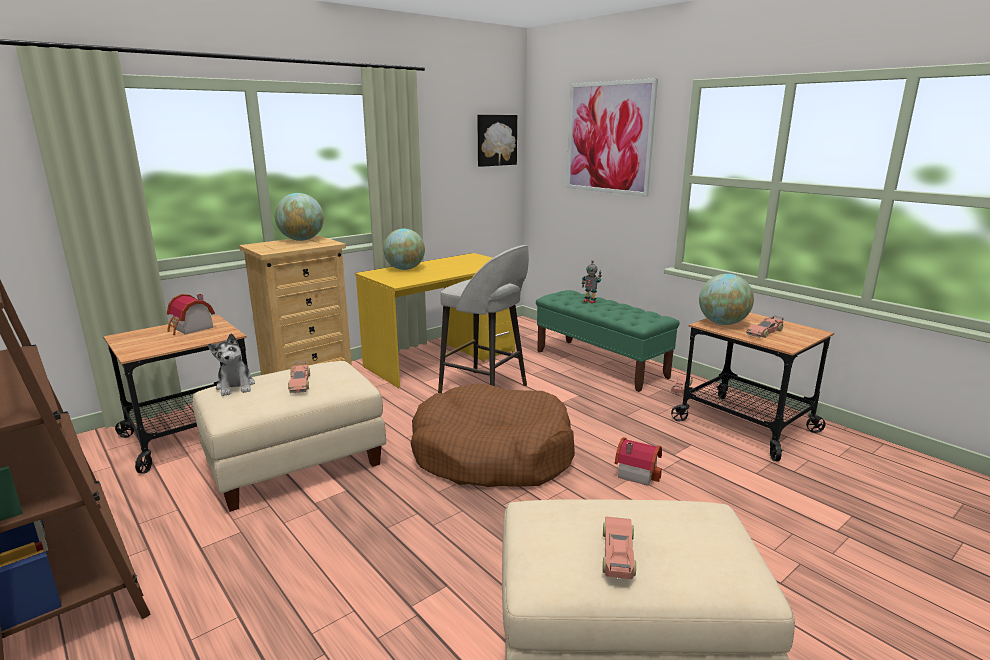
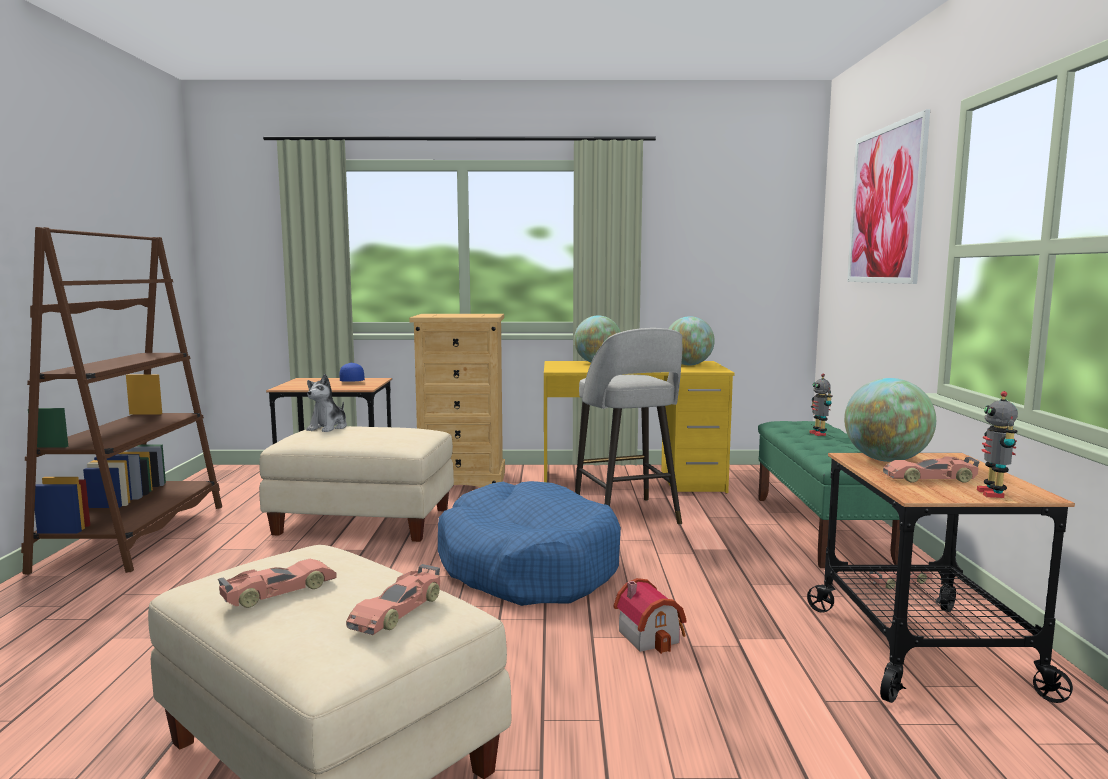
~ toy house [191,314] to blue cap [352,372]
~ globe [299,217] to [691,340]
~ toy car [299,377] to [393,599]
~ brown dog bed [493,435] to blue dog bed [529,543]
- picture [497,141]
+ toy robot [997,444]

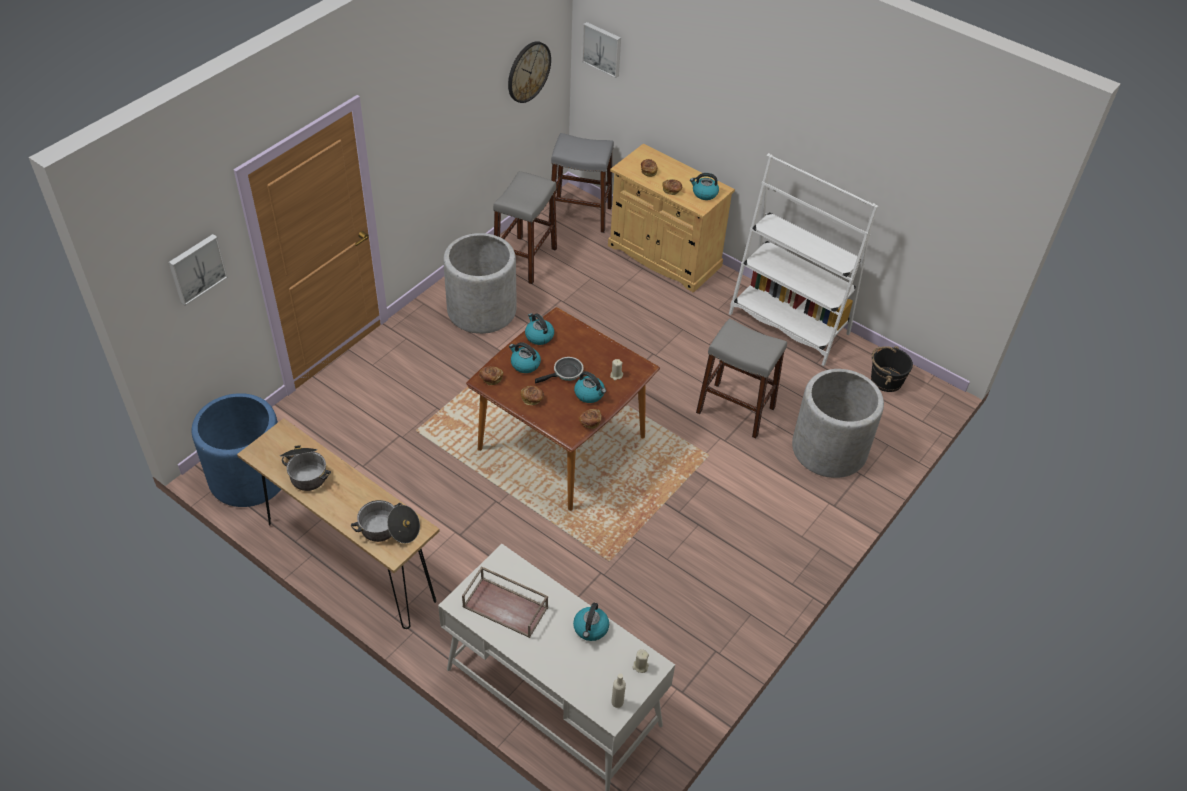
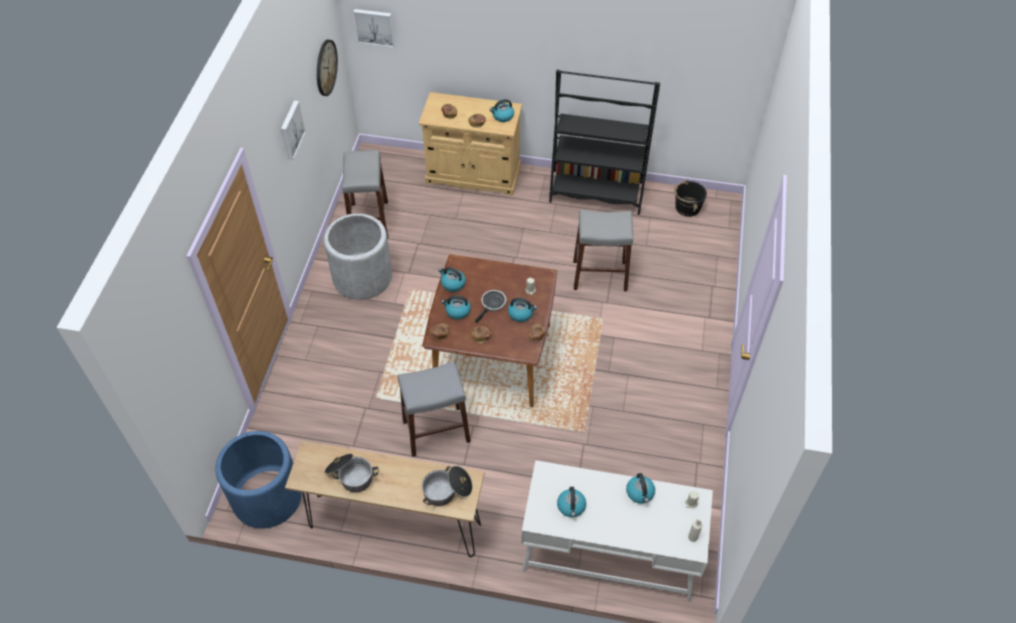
~ picture [198,270] to [293,130]
~ brown tray [505,602] to kettle [571,502]
~ grey stool [581,183] to [434,409]
~ white bookcase [803,259] to black bookcase [604,142]
- grey planter [838,423]

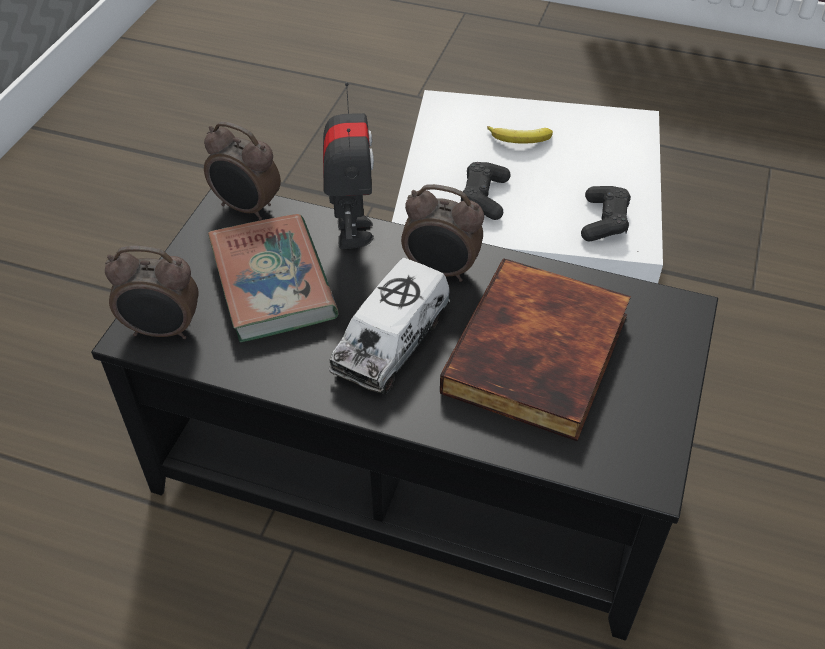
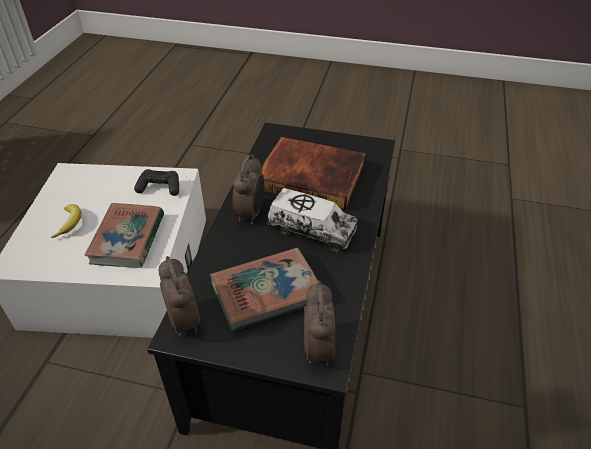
~ alarm clock [242,171] = [179,296] 45 degrees counterclockwise
- toy robot [348,165]
~ black game controller [486,191] to book [124,235]

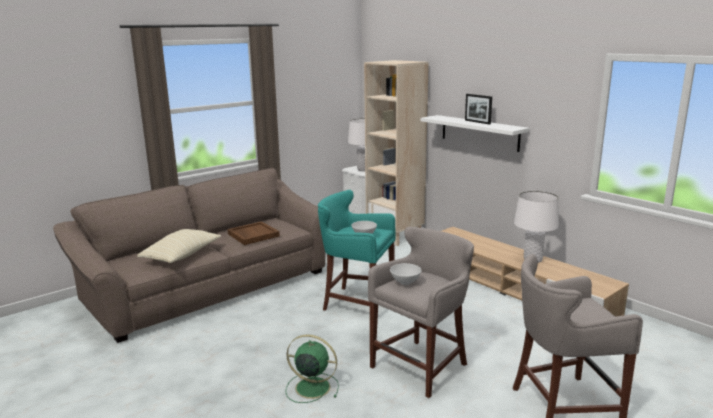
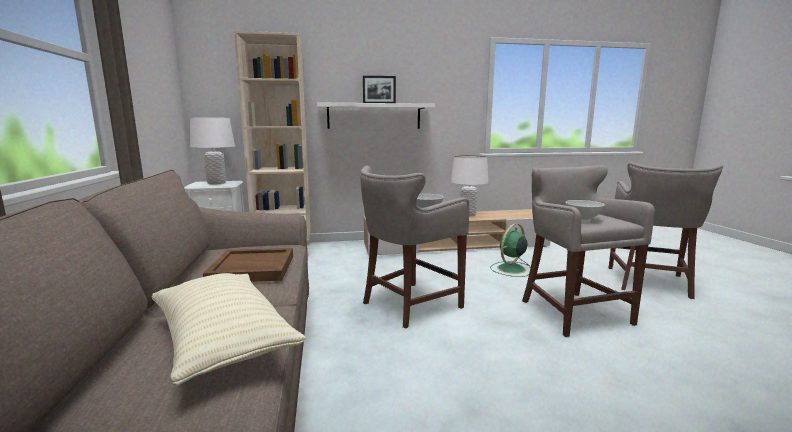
~ green fan [312,369] to [510,250]
~ turquoise stool [357,250] to grey stool [414,247]

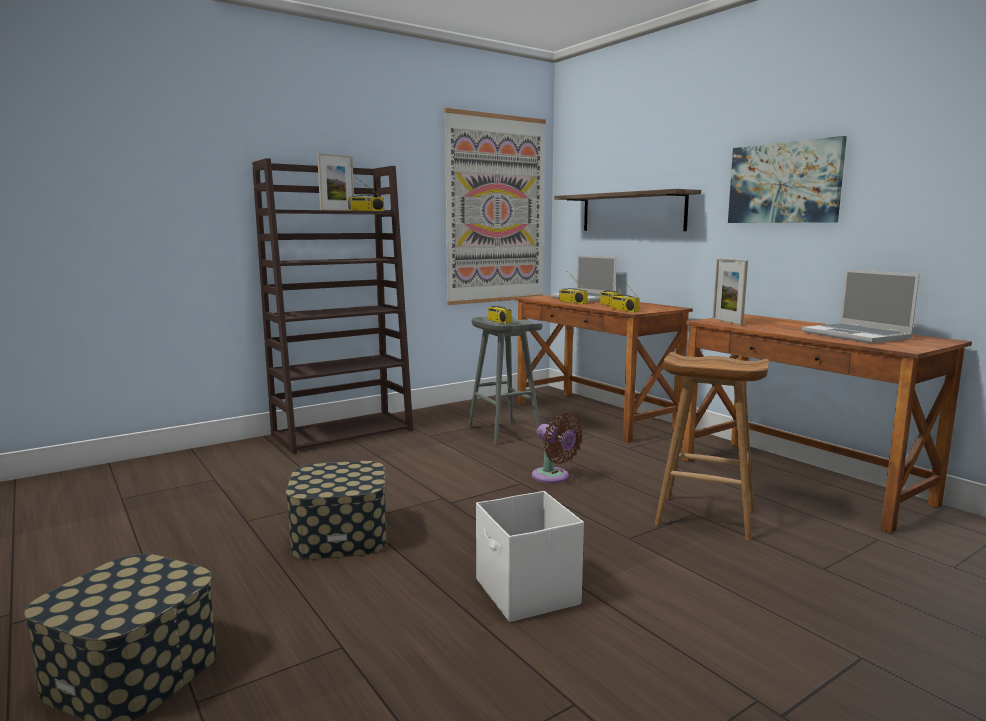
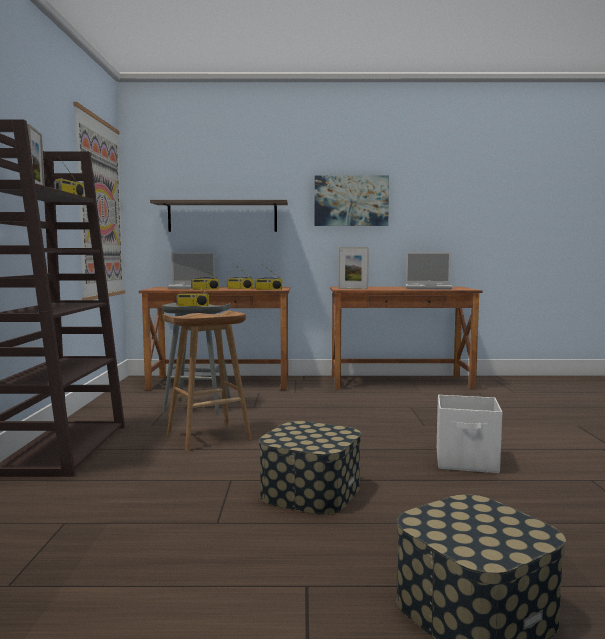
- brown fan [557,448]
~ brown stool [712,446] to [207,380]

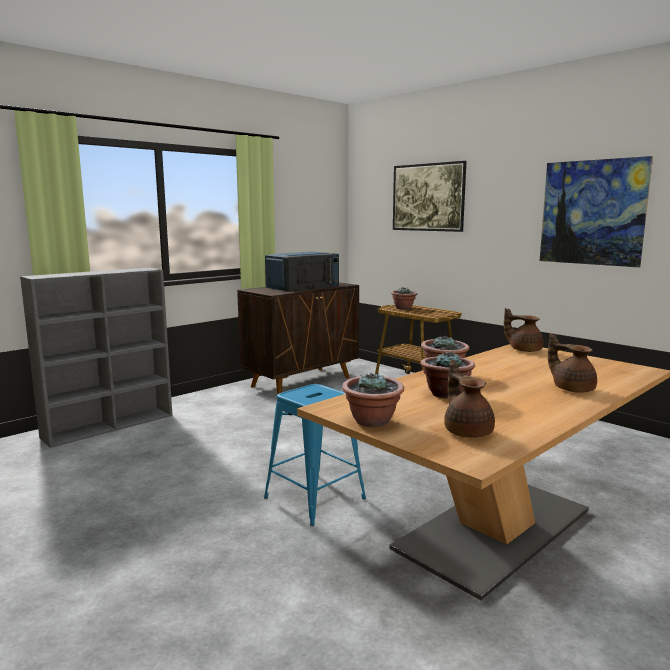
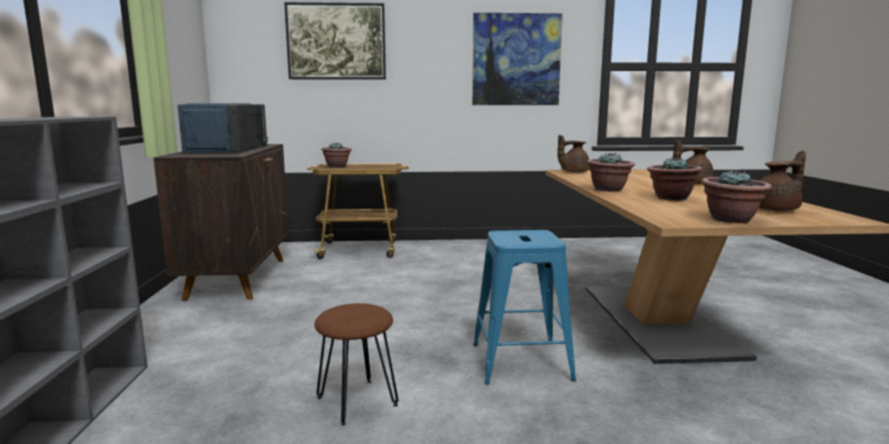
~ brown teapot [469,399] = [782,180] 135 degrees clockwise
+ brown stool [356,364]

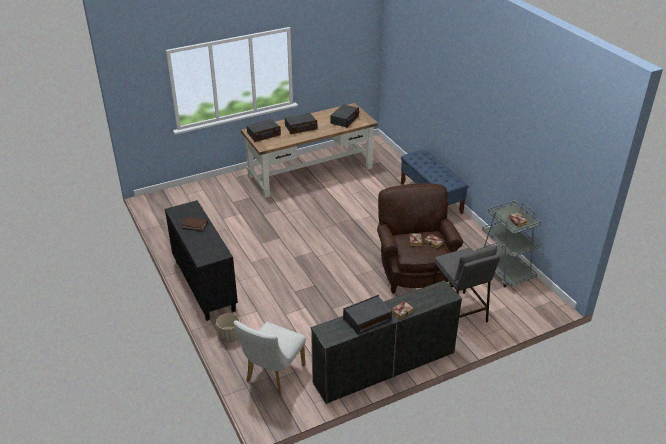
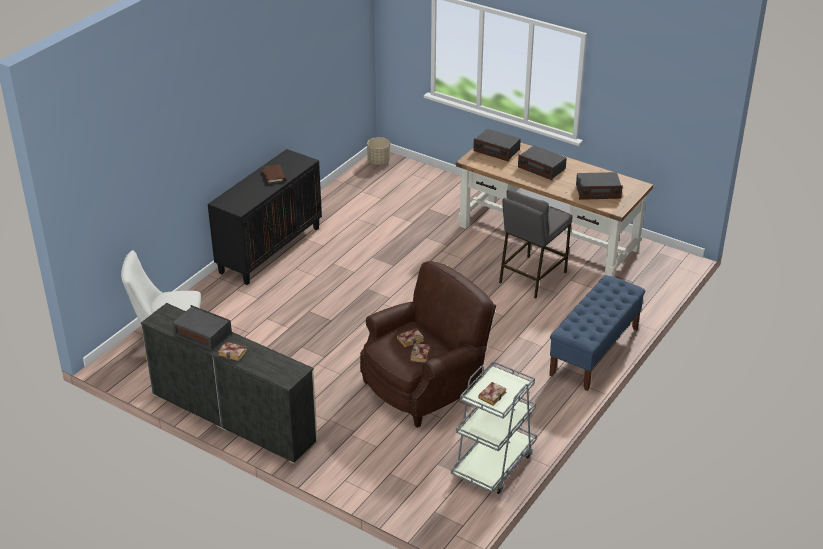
~ beige planter [228,328] to [378,151]
~ grey stool [466,283] to [535,244]

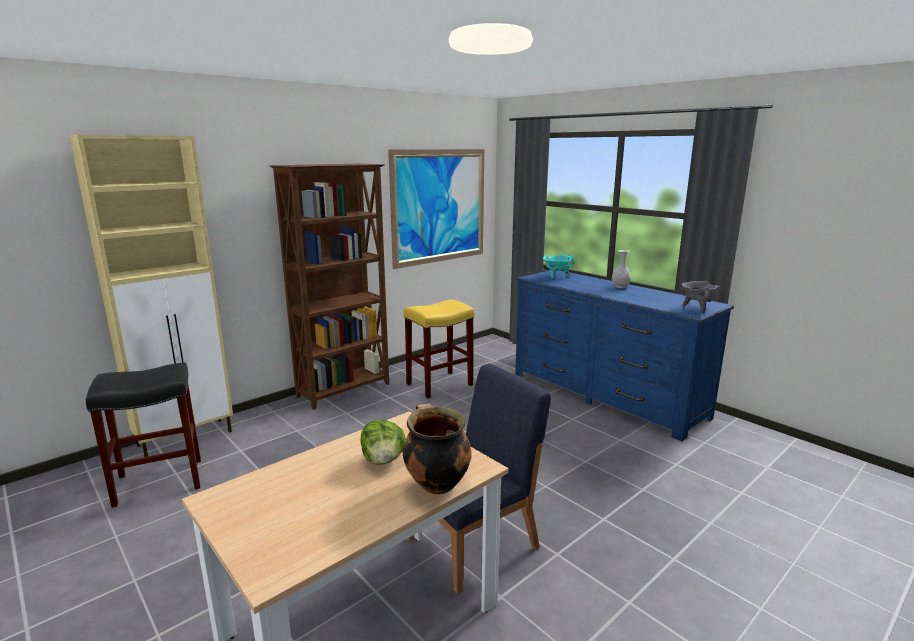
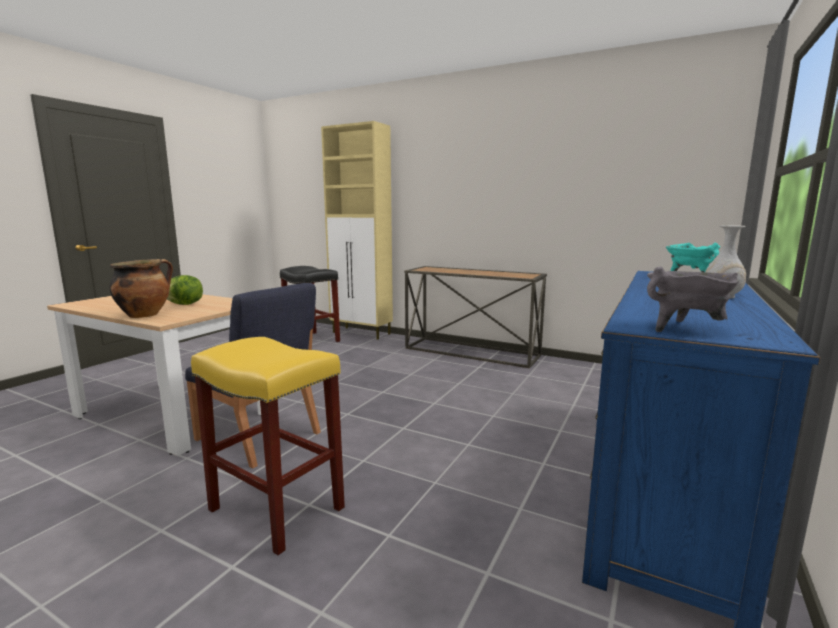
~ brown bookcase [329,286] to console table [475,317]
- picture [436,209]
~ yellow stool [438,349] to [268,446]

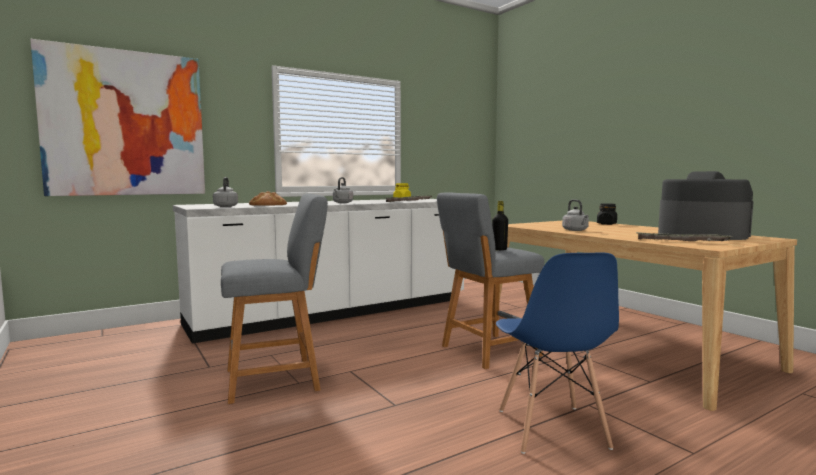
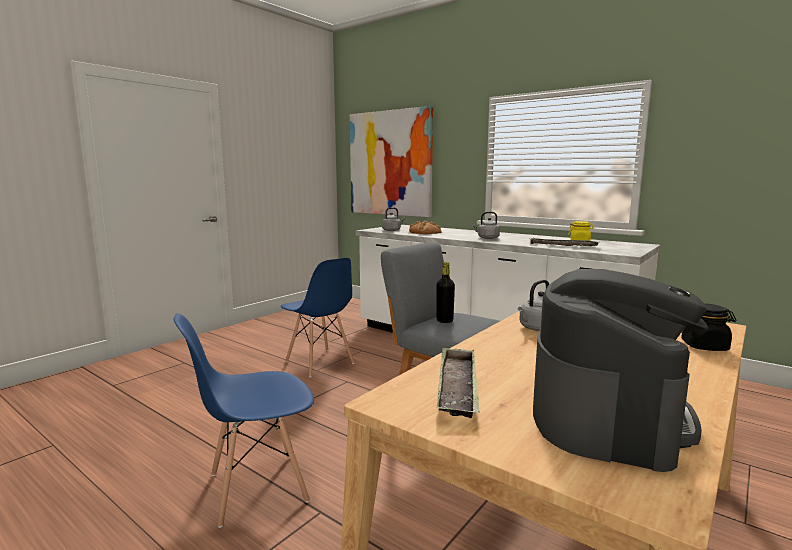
~ grey stool [274,299] to blue chair [318,317]

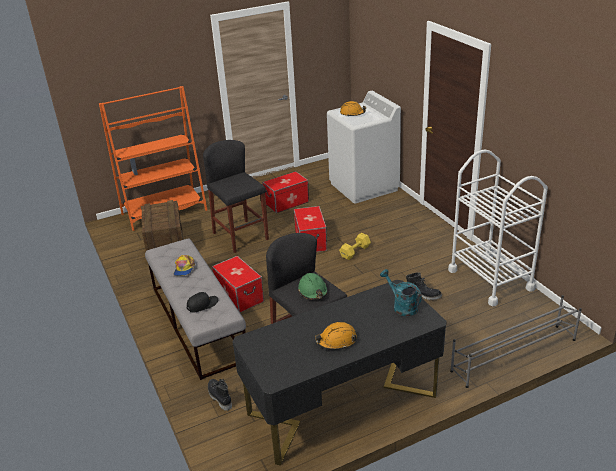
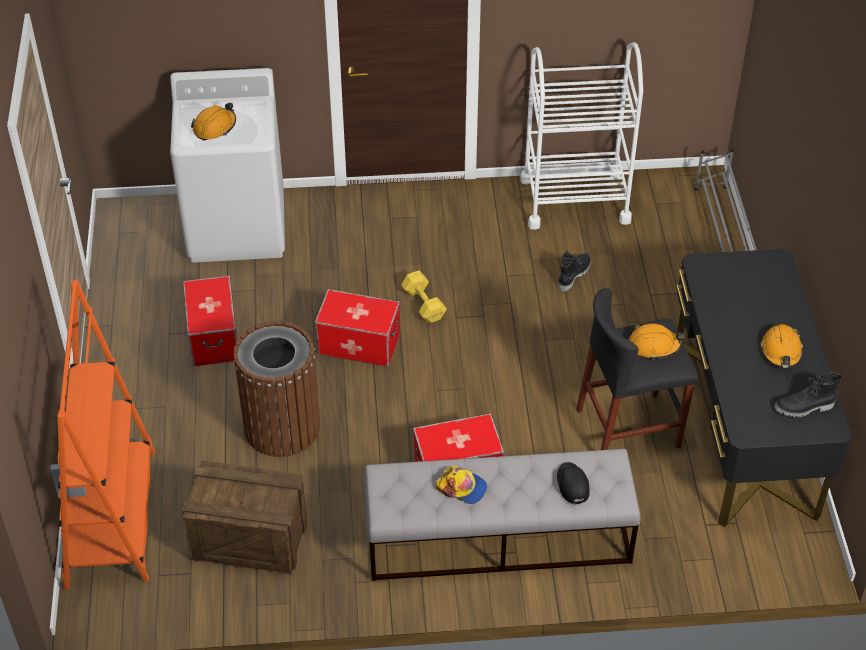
~ black stool [236,196] to brown trash can [277,389]
~ black boot [220,395] to [808,394]
~ green hard hat [313,286] to orange hard hat [657,341]
- turquoise watering can [401,292]

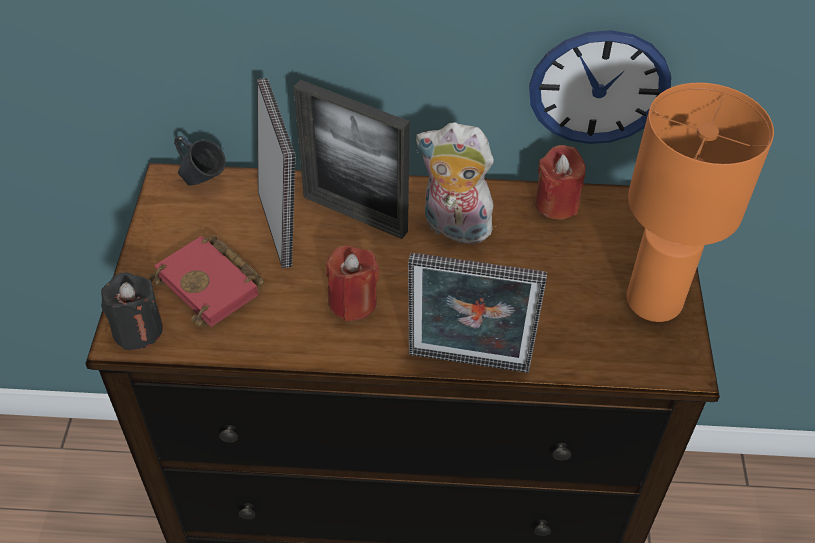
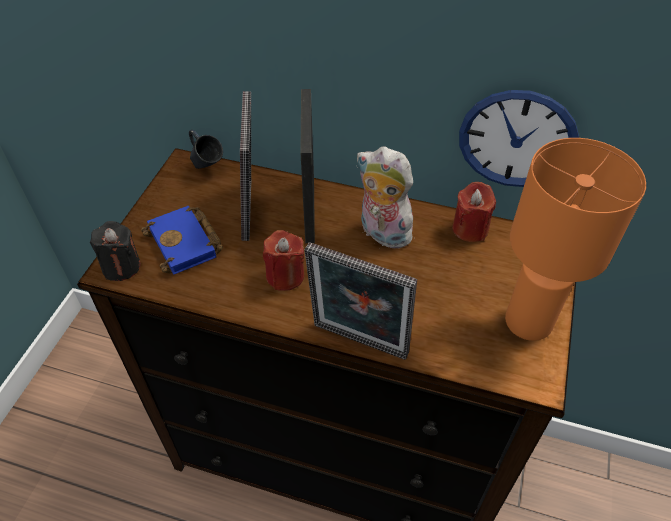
~ red book [206,281] to blue book [182,240]
~ picture frame [351,159] = [307,166] 45 degrees clockwise

